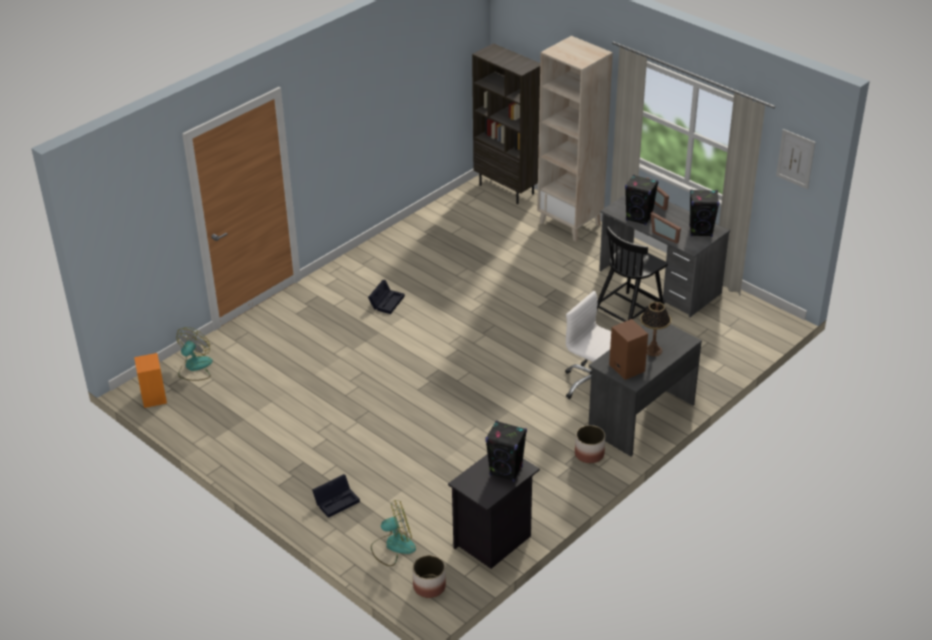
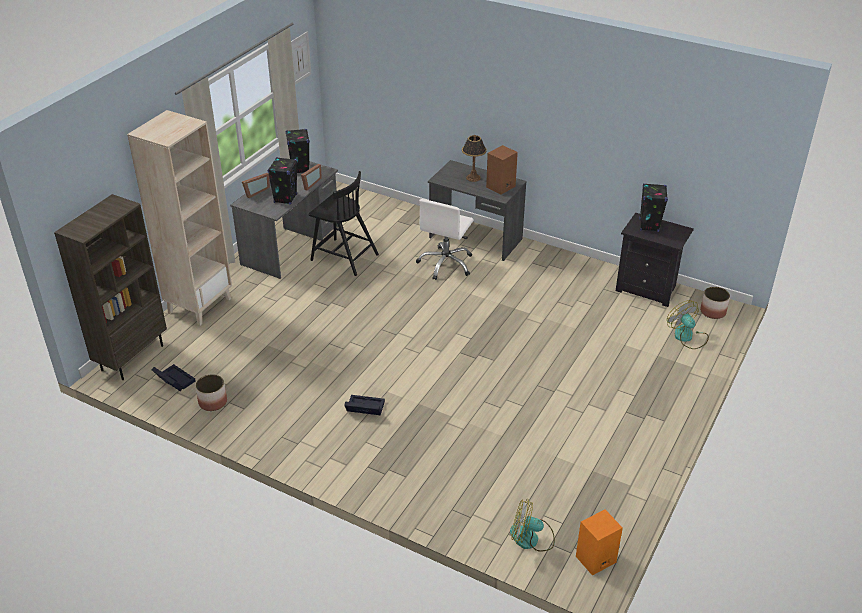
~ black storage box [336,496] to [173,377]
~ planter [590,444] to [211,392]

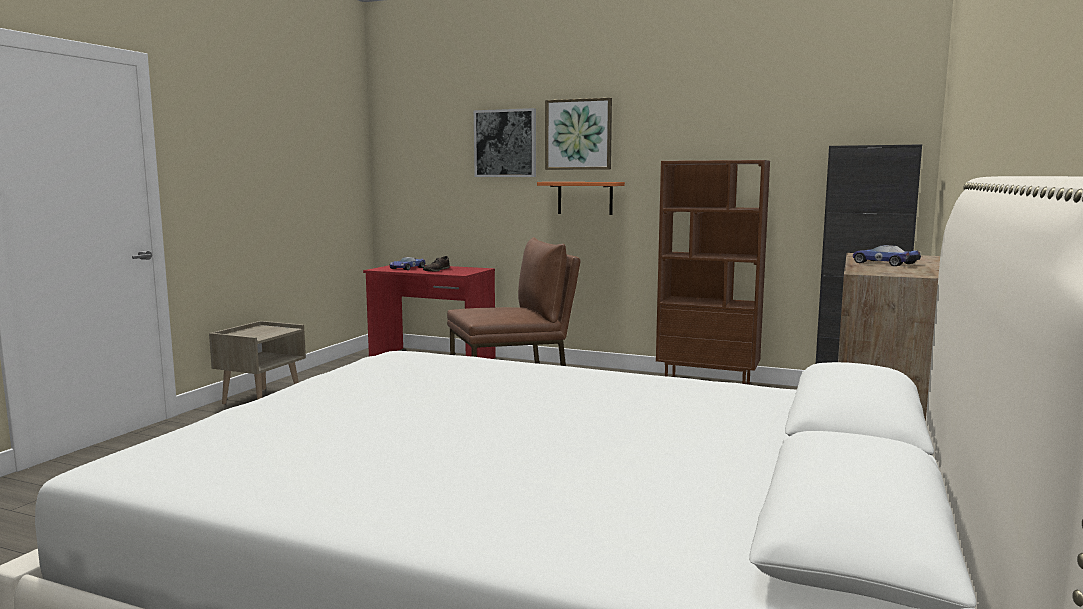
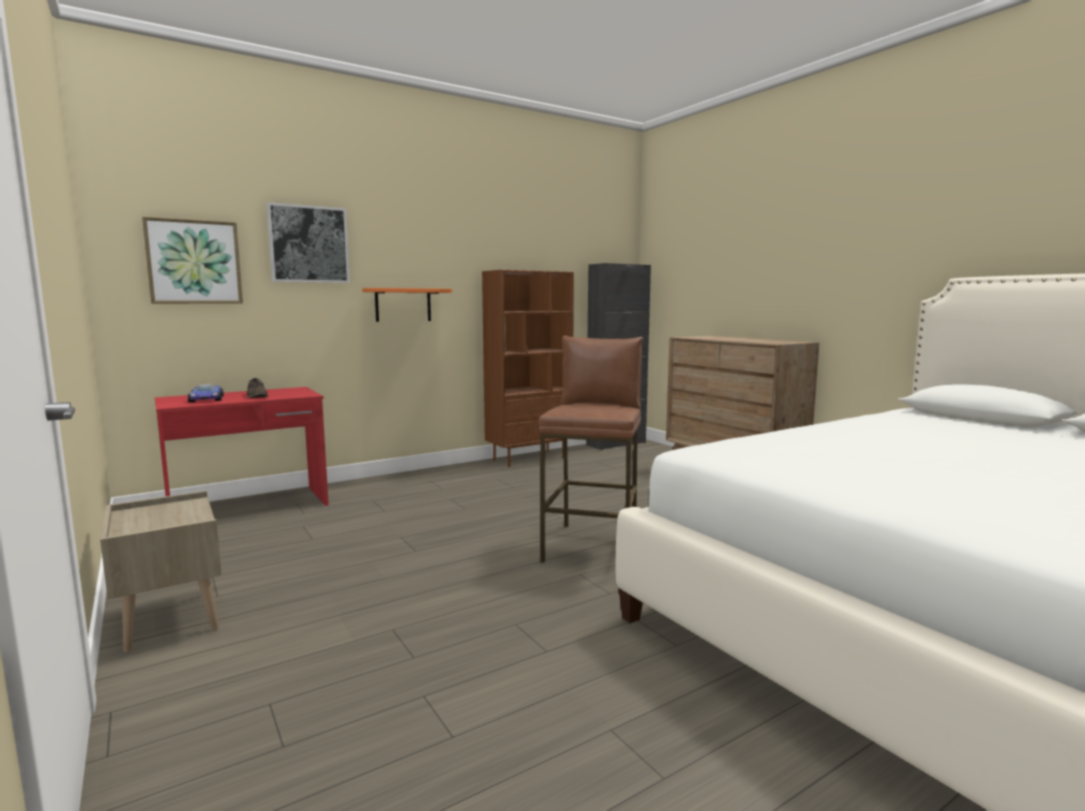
~ picture [578,134] to [192,260]
- toy car [887,255]

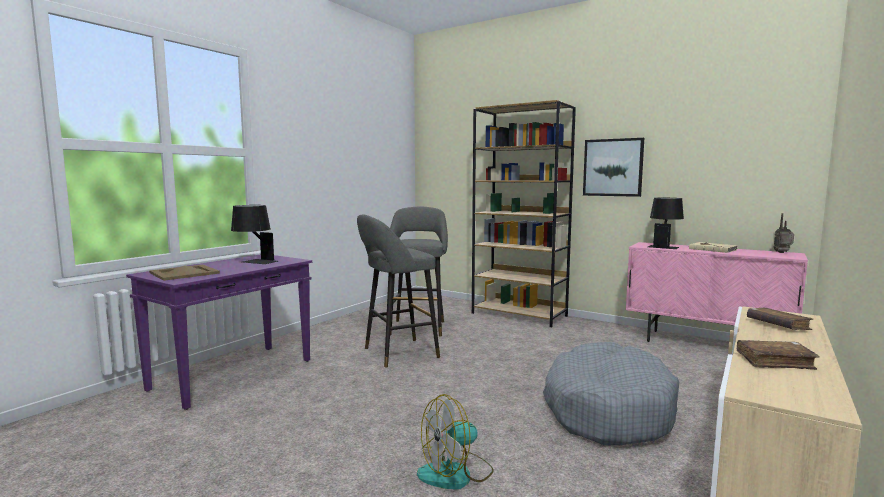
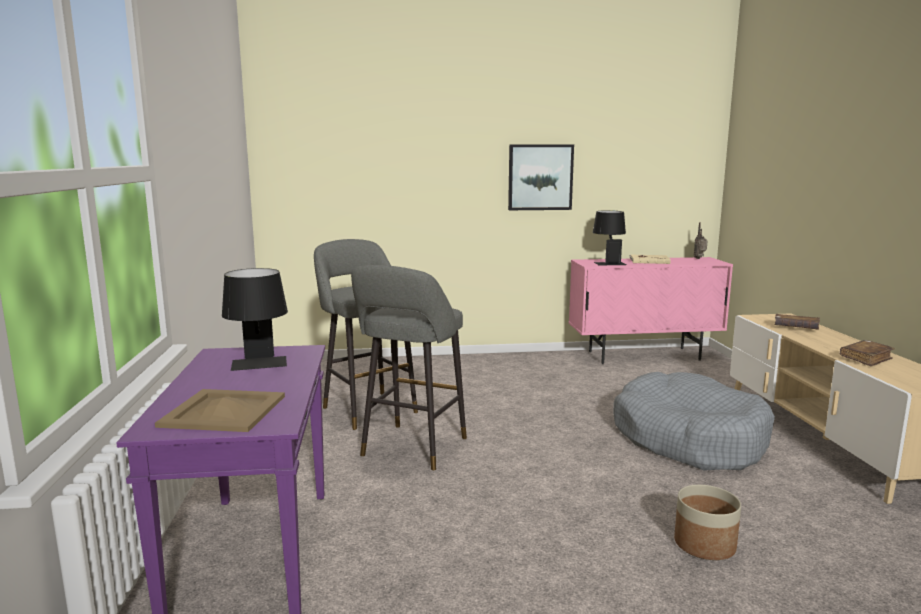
~ fan [455,442] to planter [707,522]
- brown bookcase [524,213]

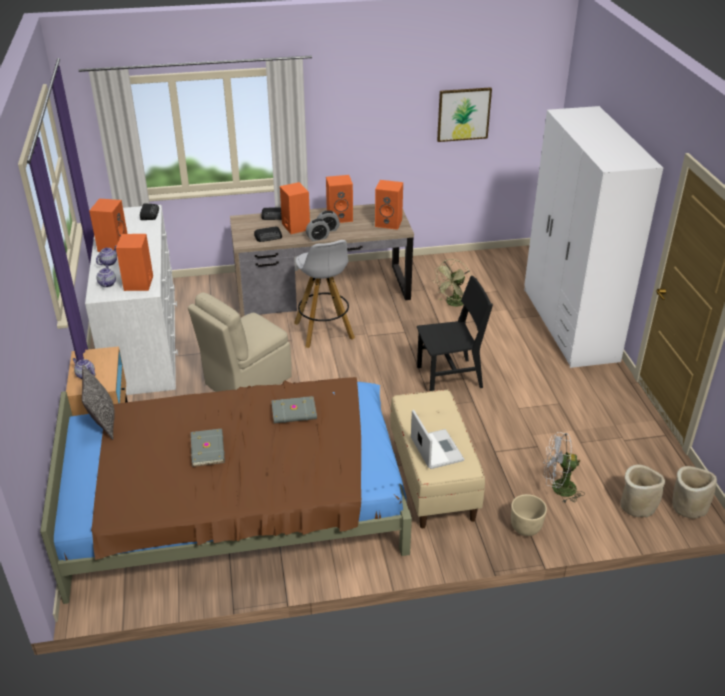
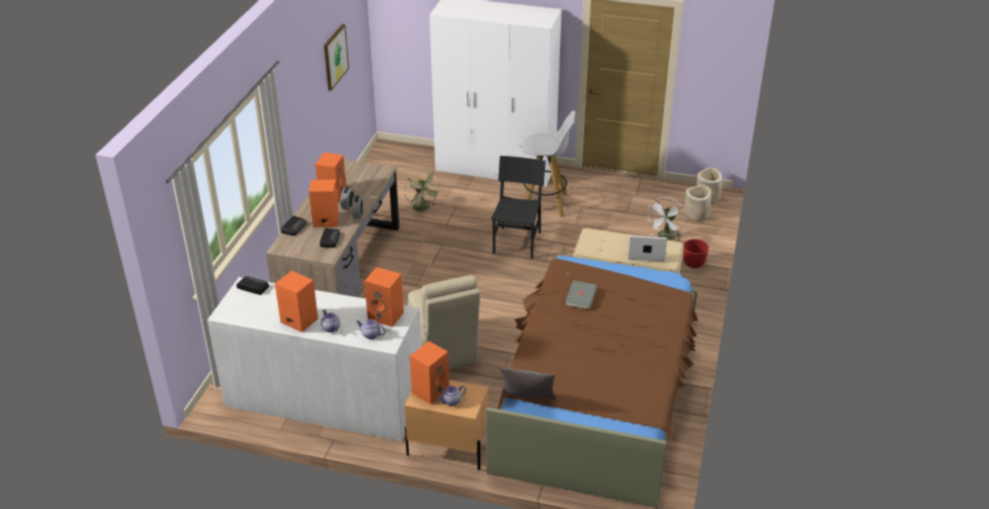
- grey book [208,448]
~ white stool [324,294] to [548,164]
~ orange speaker [389,205] to [429,372]
~ beige planter [529,515] to red planter [696,253]

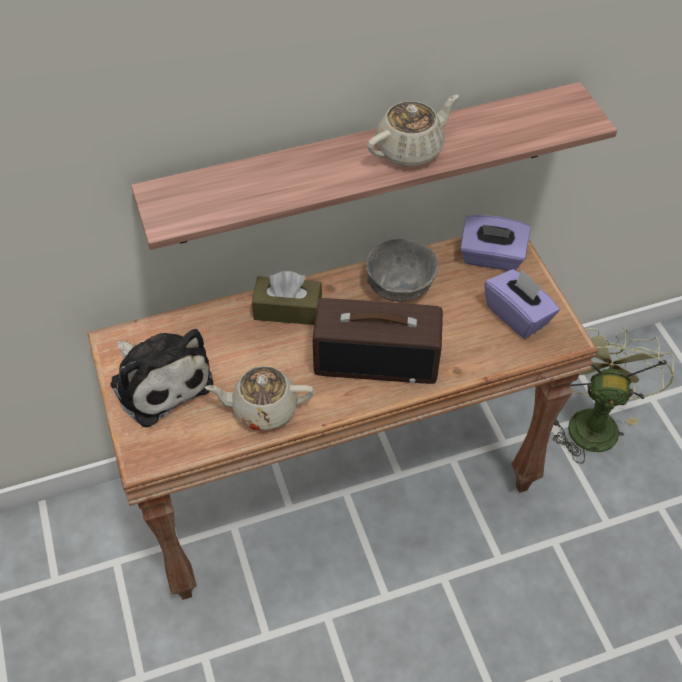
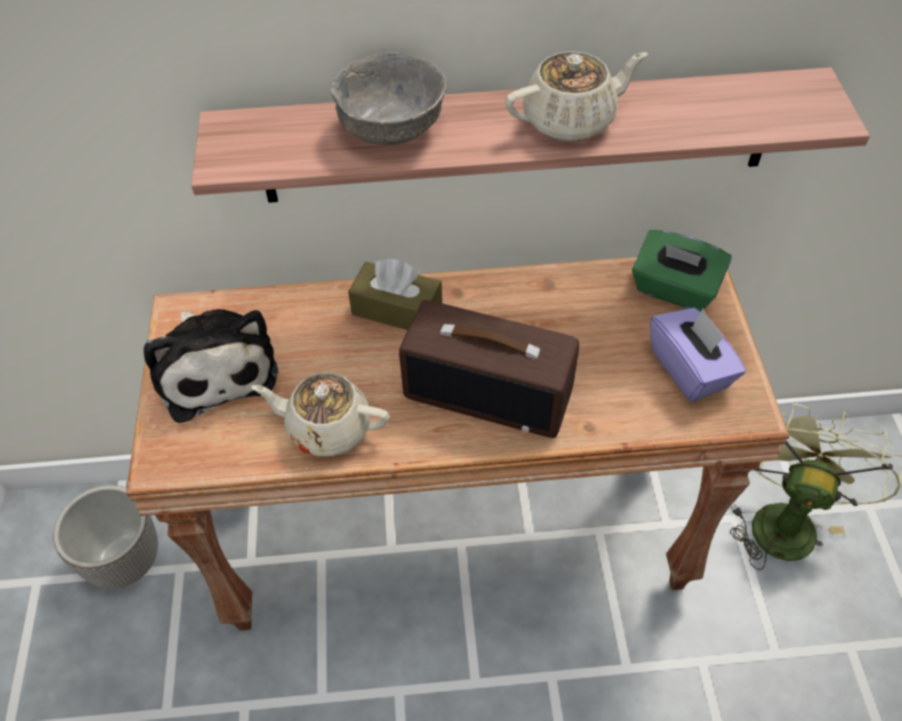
~ grey bowl [402,270] to [389,99]
~ purple tissue box [495,243] to green tissue box [682,271]
+ planter [105,537]

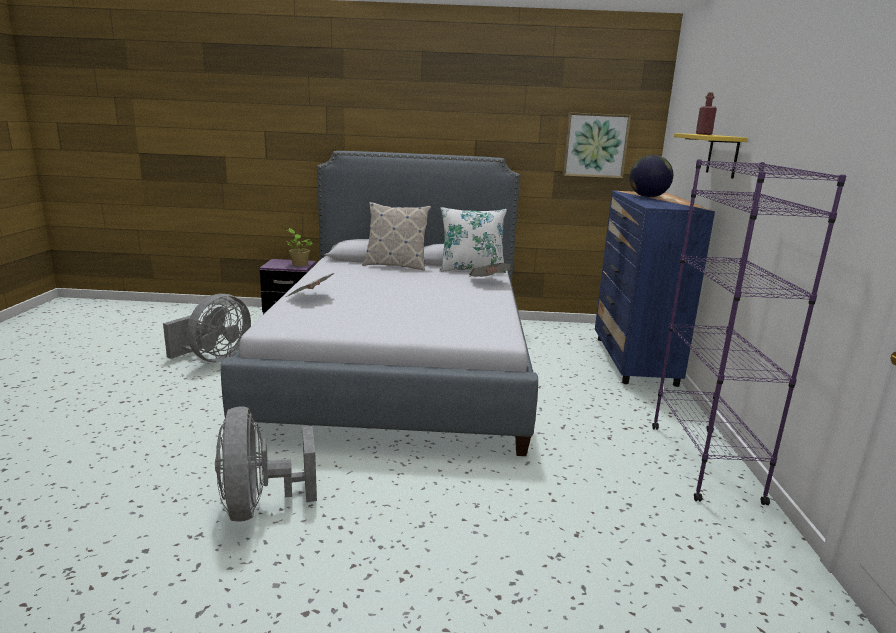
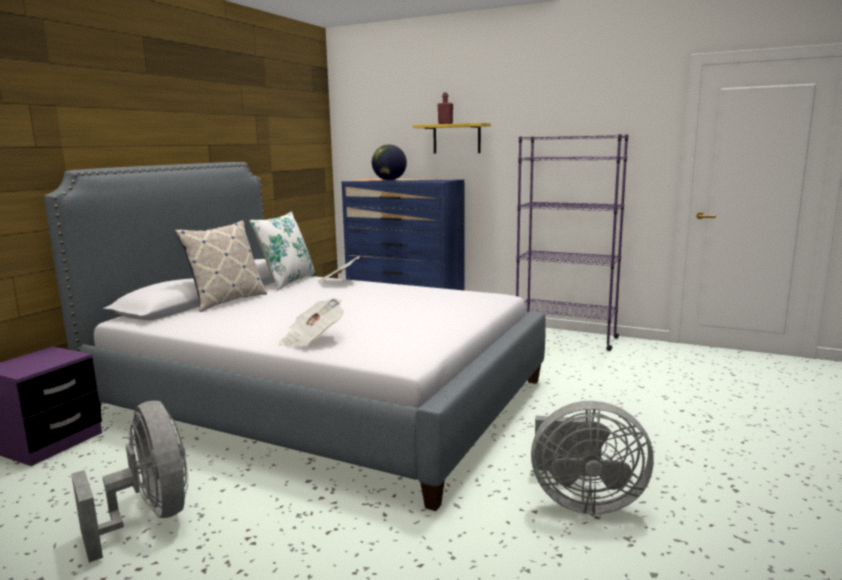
- potted plant [299,247]
- picture [596,145]

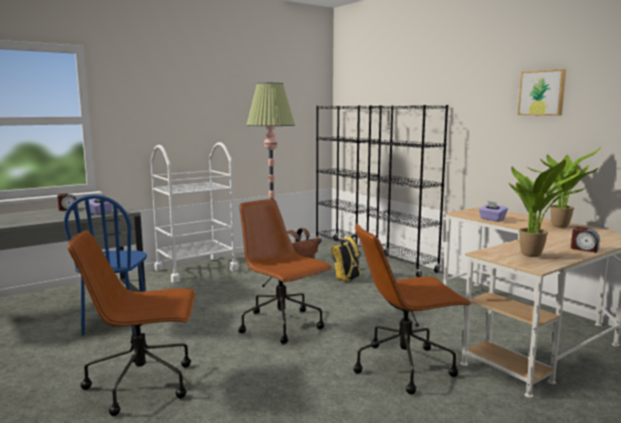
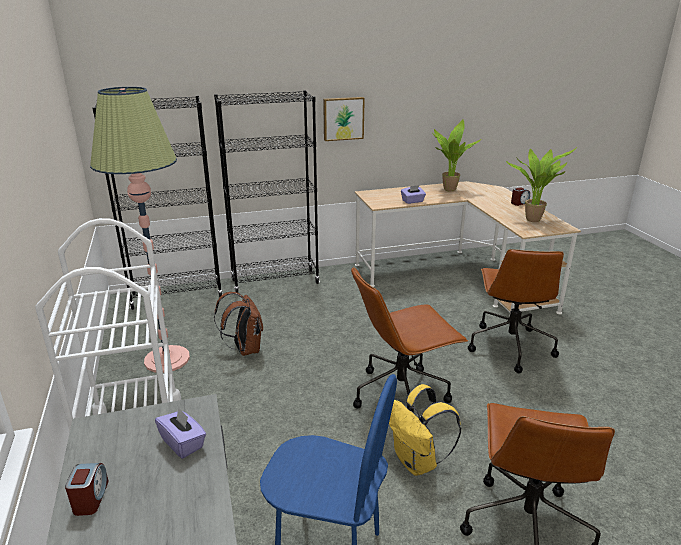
~ yellow backpack [350,258] to [425,430]
~ picture [542,92] to [344,119]

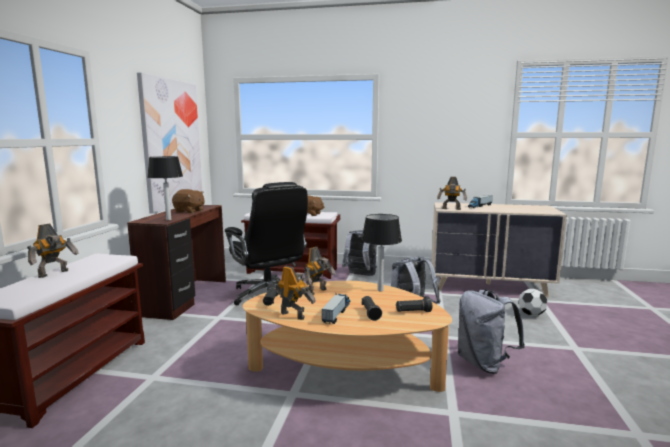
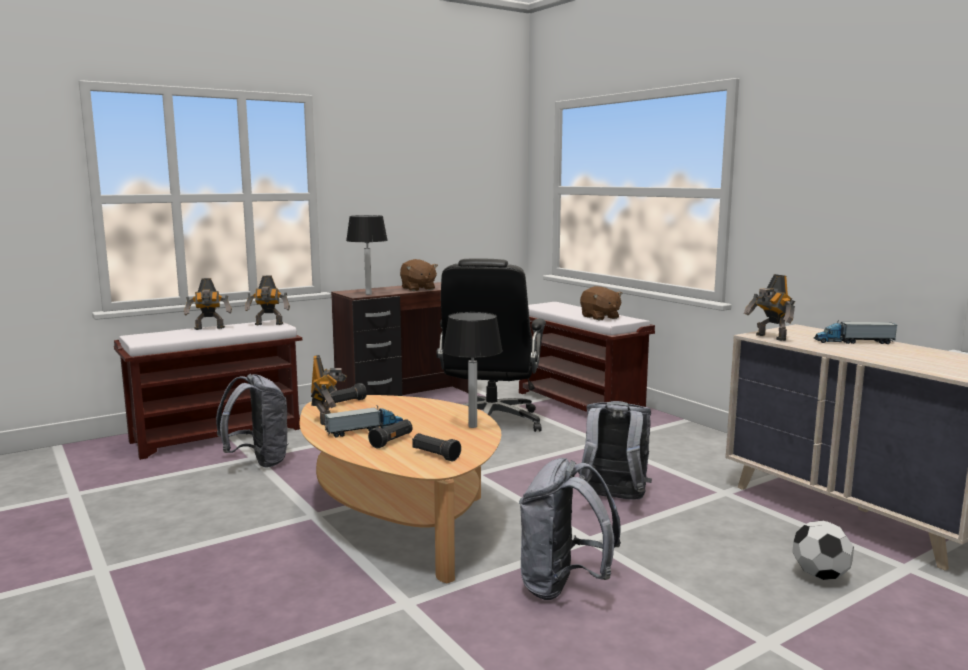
- picture [169,143]
~ toy robot [320,271] to [267,300]
~ grey backpack [359,253] to [252,421]

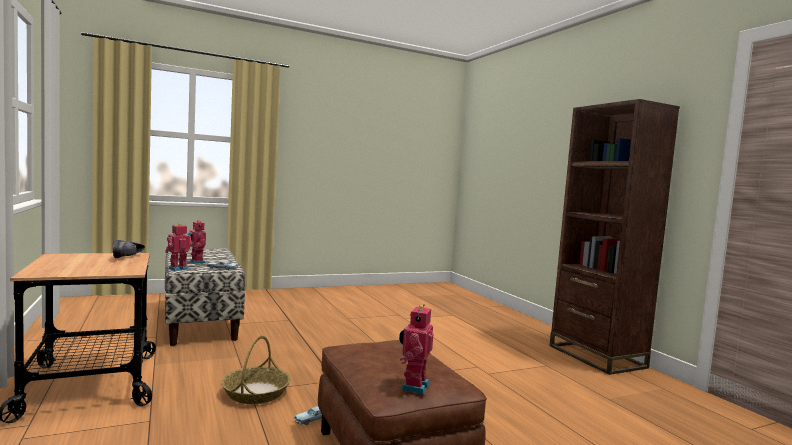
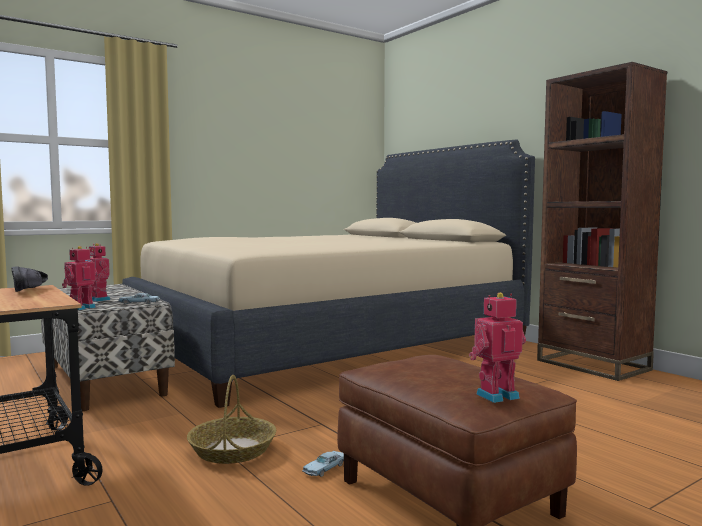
~ toy robot [416,349] = [497,348] 60 degrees clockwise
+ beige bed [328,273]

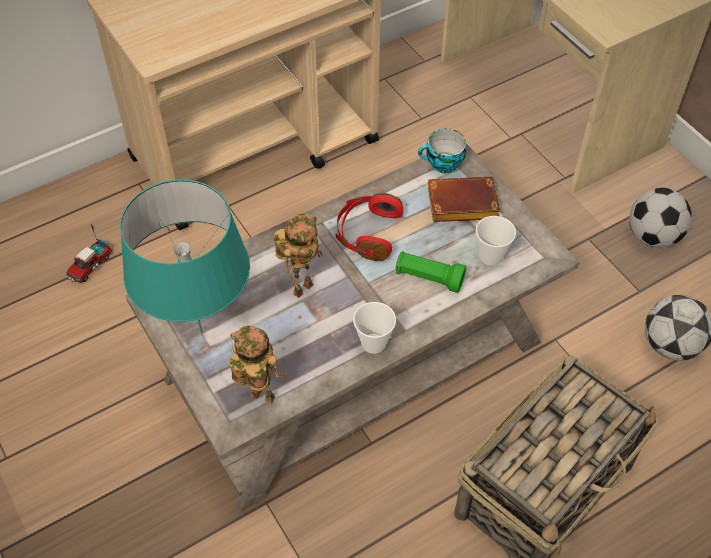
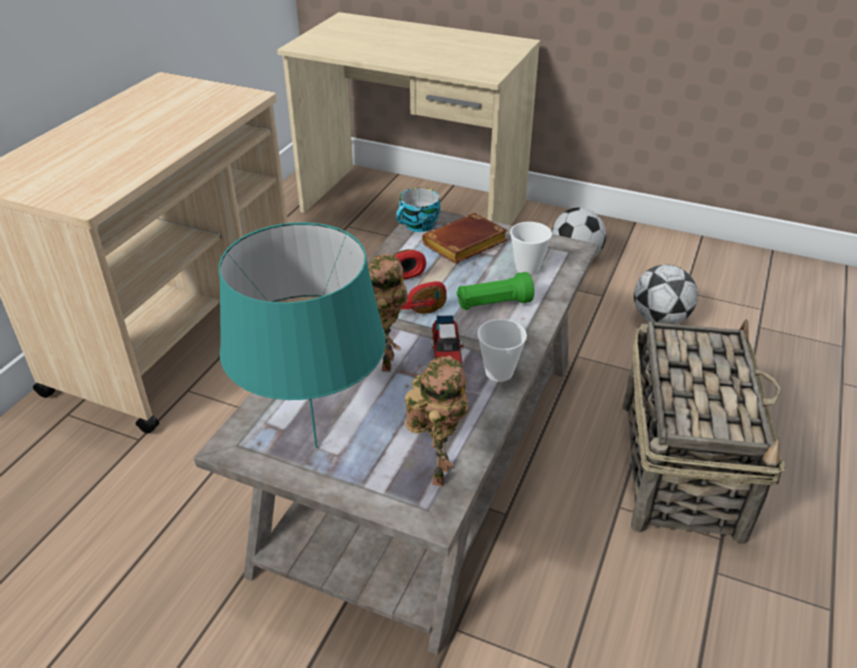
~ toy truck [89,253] to [447,327]
~ toy robot [257,365] = [437,421] 120 degrees clockwise

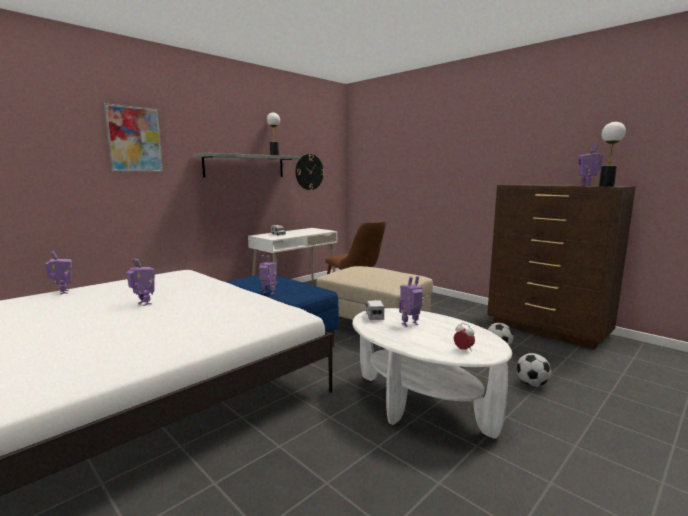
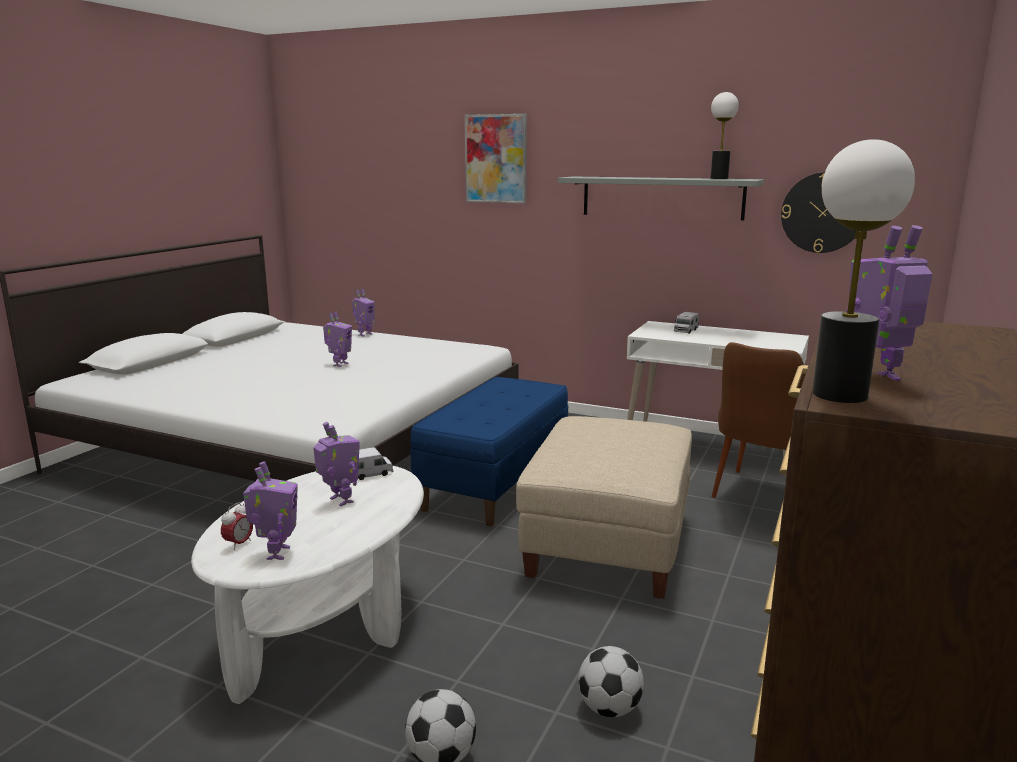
~ toy robot [268,275] to [270,510]

